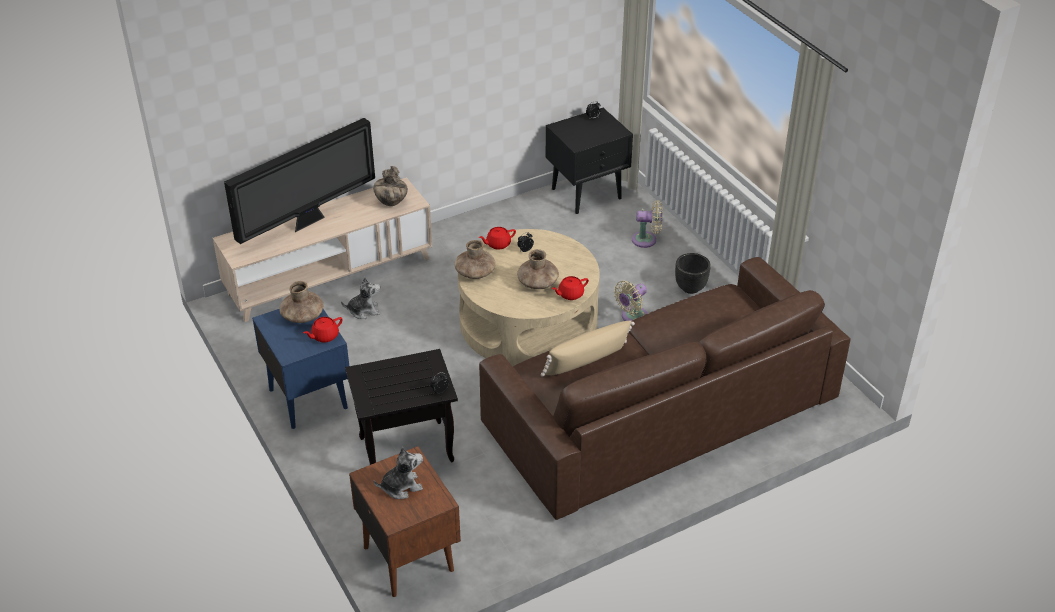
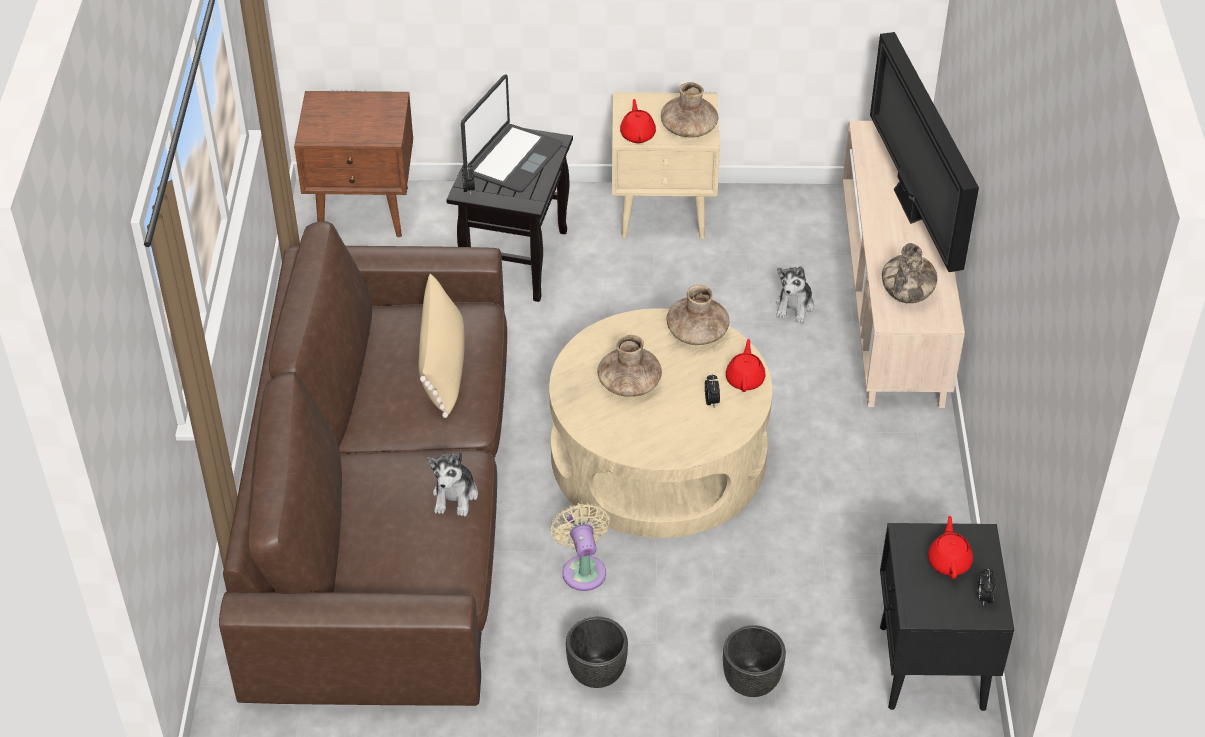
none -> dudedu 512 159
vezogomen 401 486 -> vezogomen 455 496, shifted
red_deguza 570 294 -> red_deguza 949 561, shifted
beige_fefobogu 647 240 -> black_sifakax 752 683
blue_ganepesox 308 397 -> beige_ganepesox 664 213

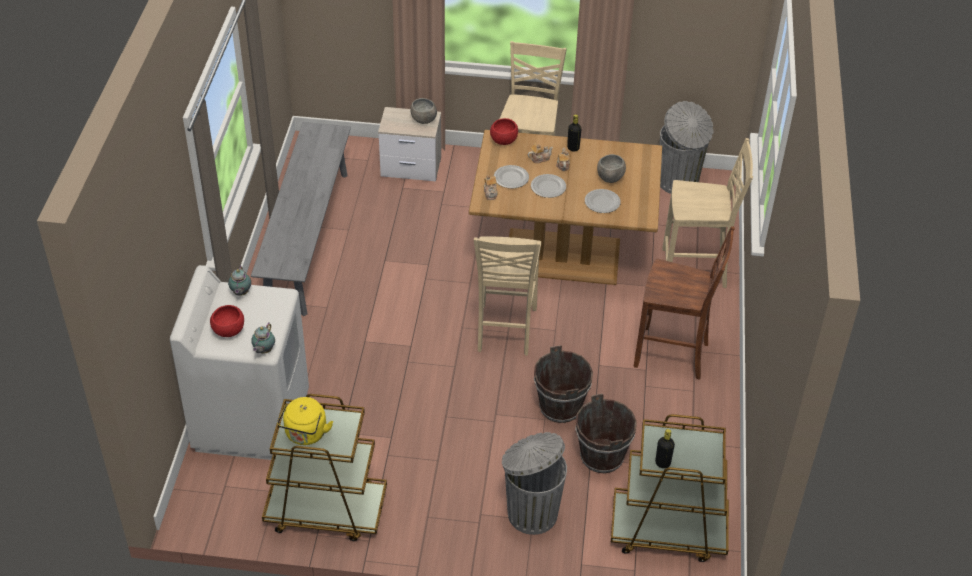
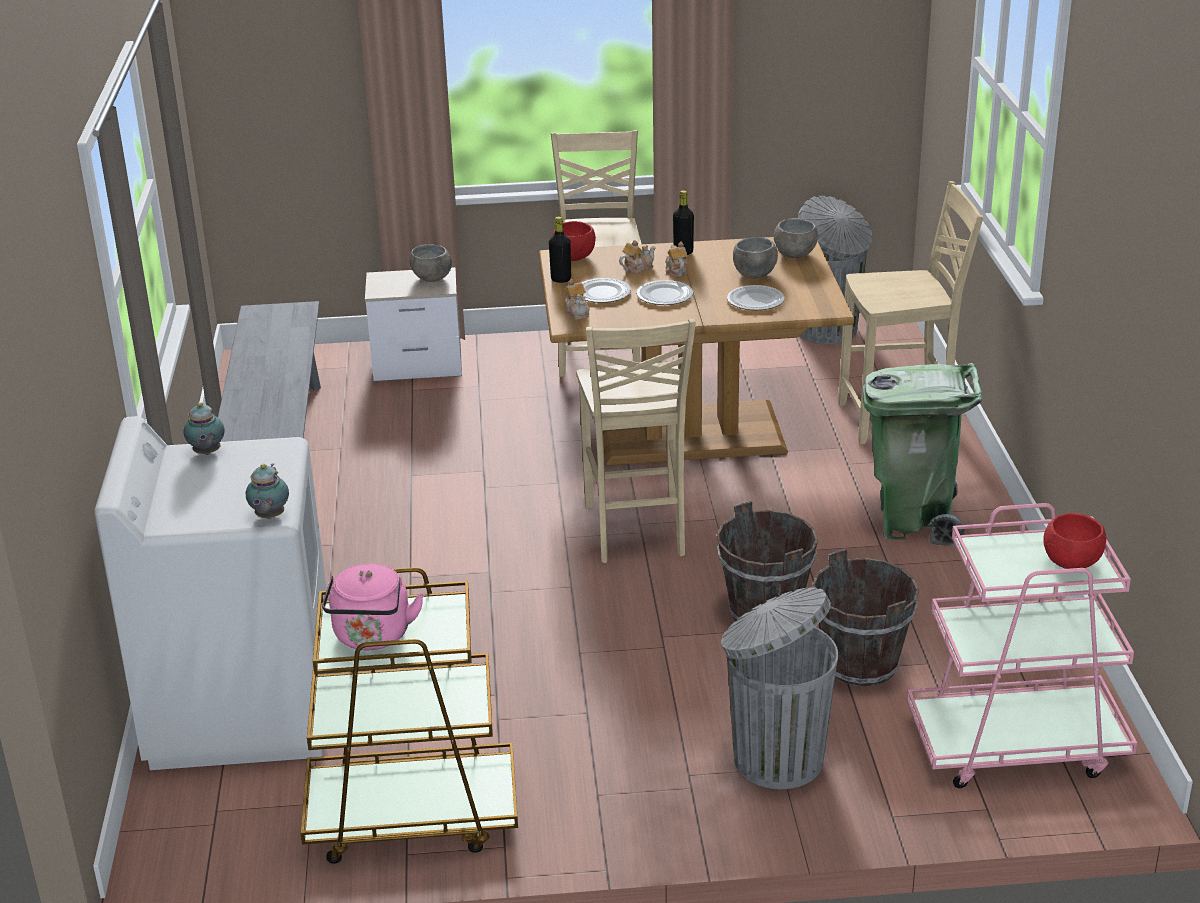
none -> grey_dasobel 795 254
red_dasobel 229 331 -> red_dasobel 1072 563, shifted
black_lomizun 662 463 -> black_lomizun 561 279, shifted
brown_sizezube 673 355 -> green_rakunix 914 521
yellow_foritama 305 435 -> pink_foritama 372 637
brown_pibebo 667 530 -> pink_pibebo 1015 744

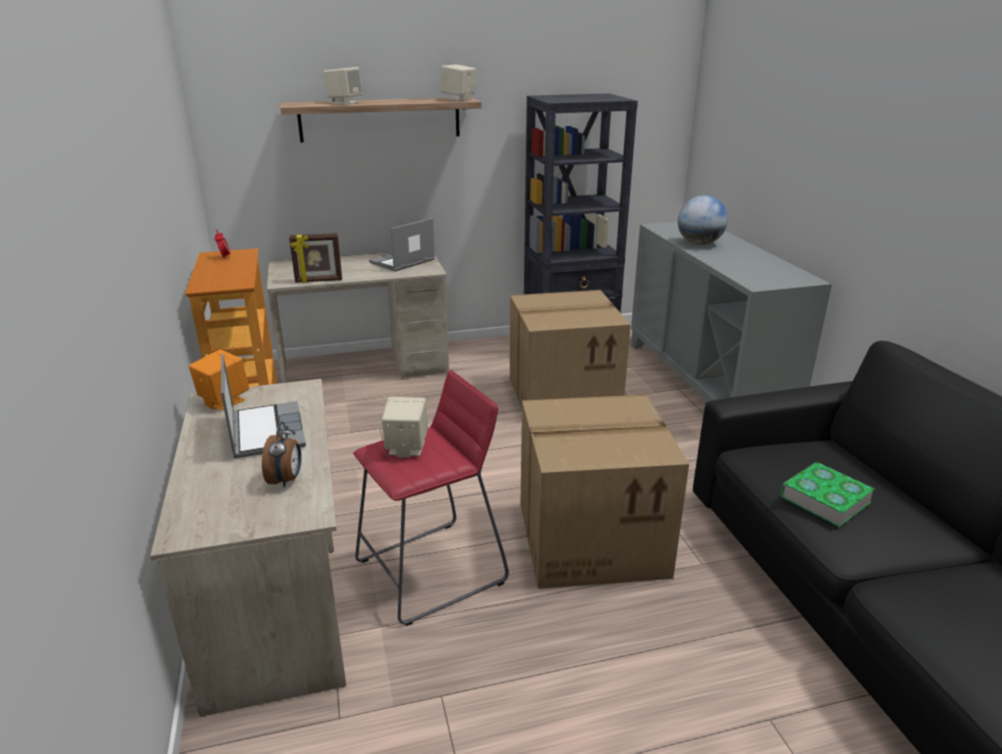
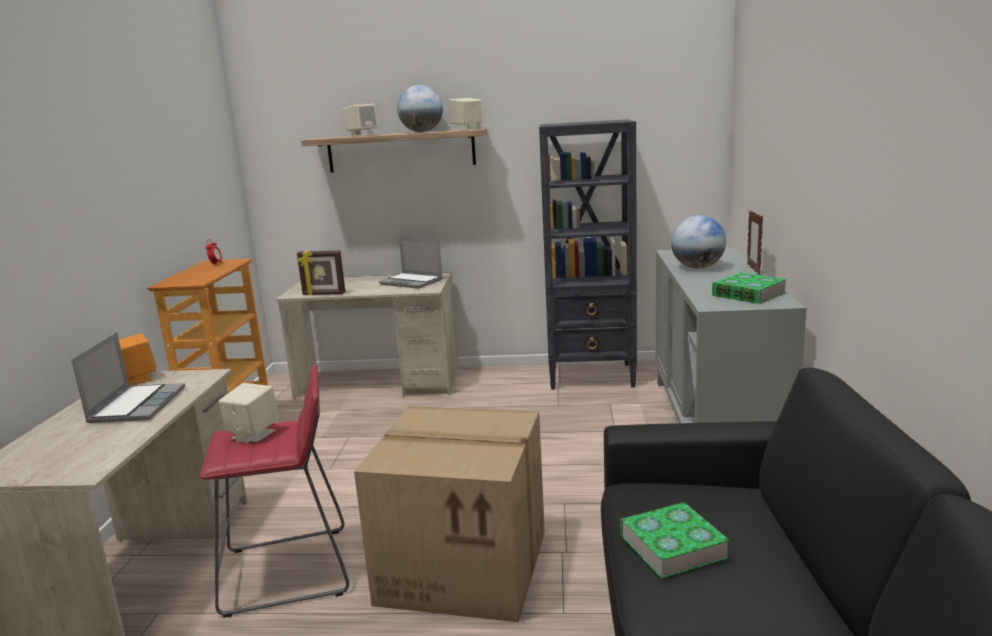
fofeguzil 286 480 -> none
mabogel 564 394 -> none
none -> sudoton 422 132
none -> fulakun 748 294
none -> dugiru 753 269
dudedu 402 262 -> dudedu 412 282, 120 degrees counterclockwise

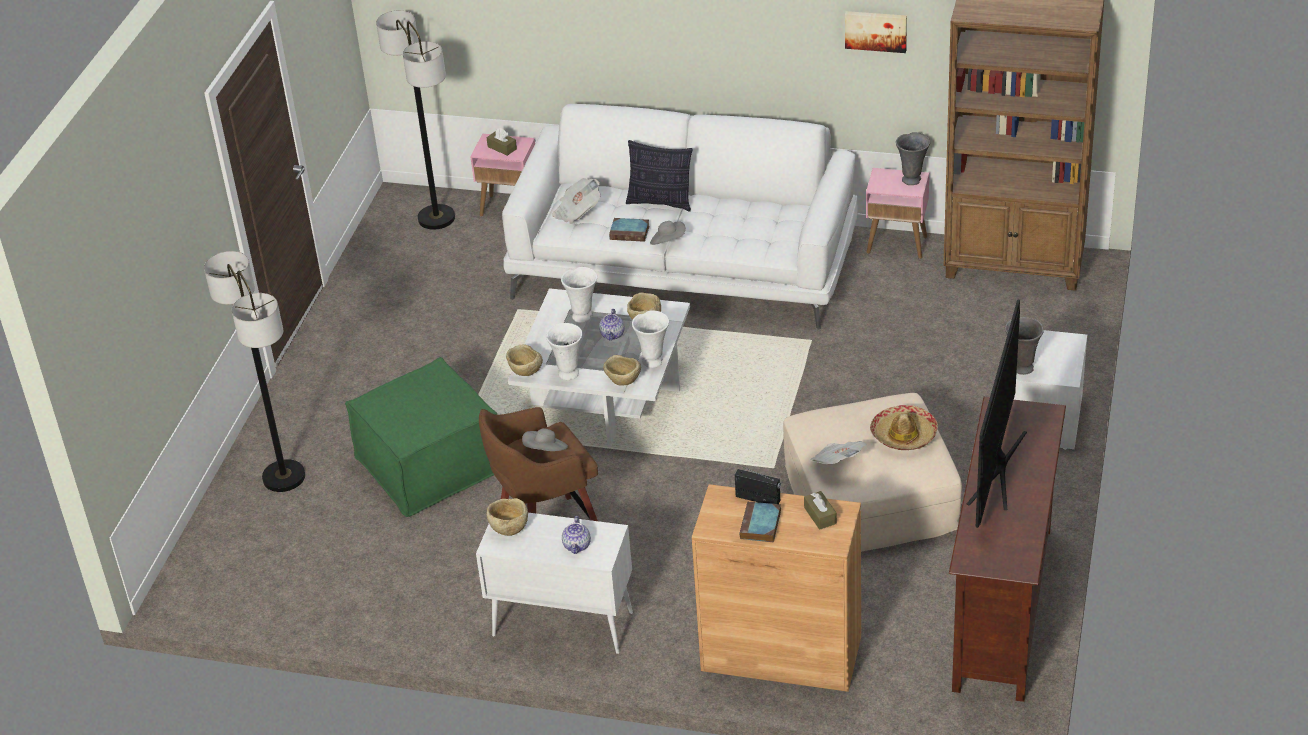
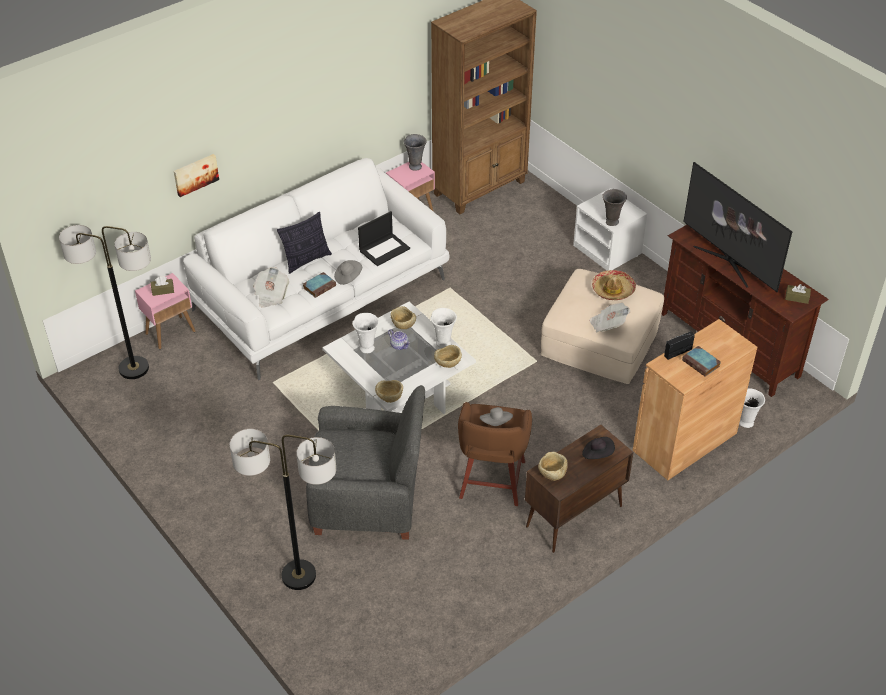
none -> dudedu 384 249
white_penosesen 568 373 -> white_penosesen 745 422, shifted
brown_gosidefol 820 515 -> brown_gosidefol 797 298, shifted
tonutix 876 30 -> tonutix 195 174, shifted
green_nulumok 429 464 -> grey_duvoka 368 499
deguza 577 546 -> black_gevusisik 597 454
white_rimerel 561 624 -> brown_rimerel 573 517

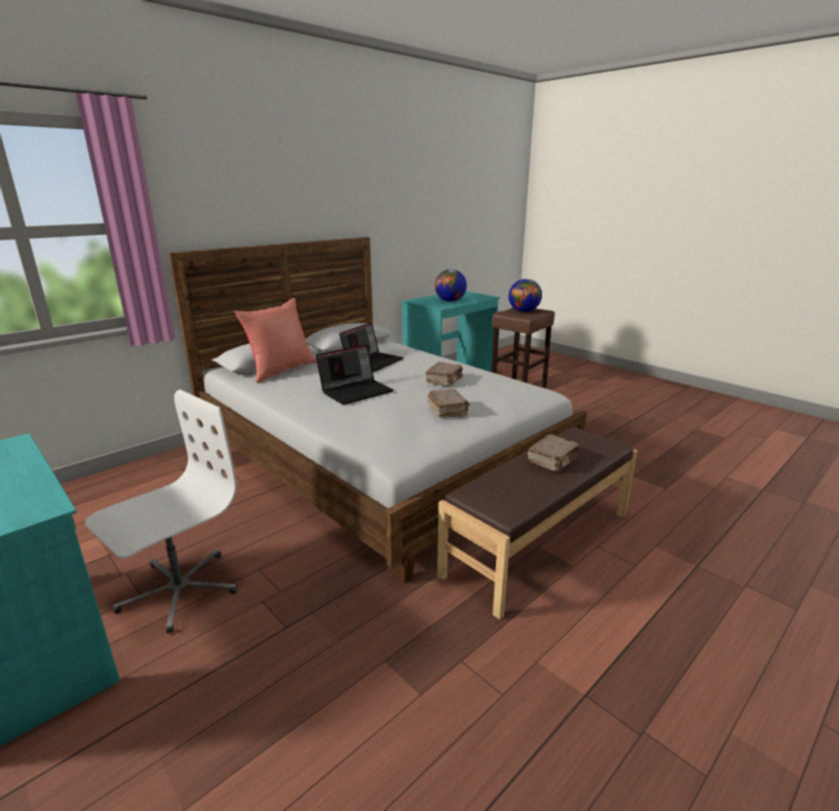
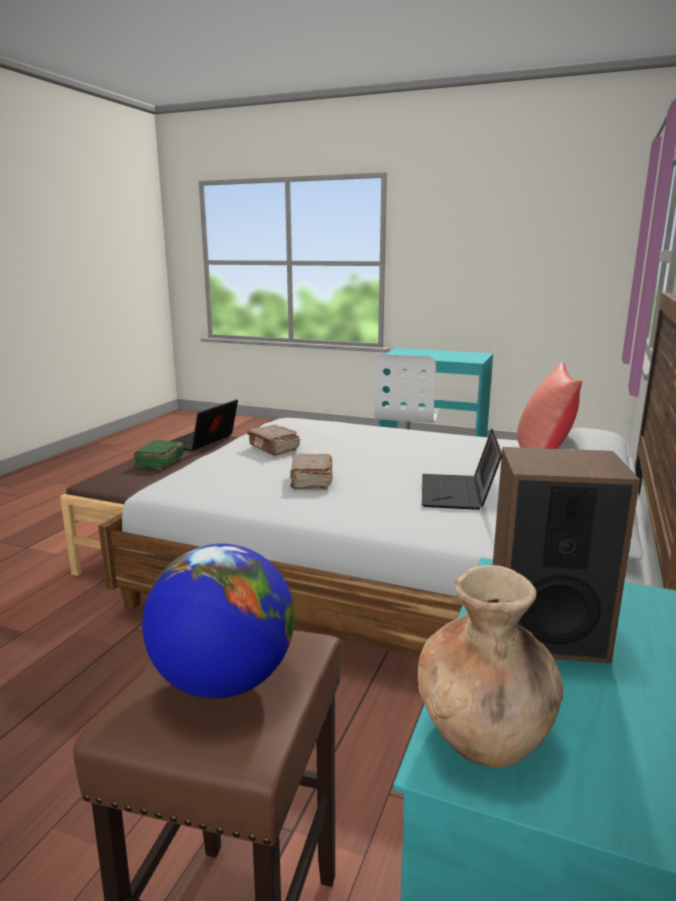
none -> brown_penosesen 484 734
dudedu 356 391 -> dudedu 201 442, shifted
sudoton 450 301 -> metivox 545 633
brown_fulakun 553 461 -> green_fulakun 159 462

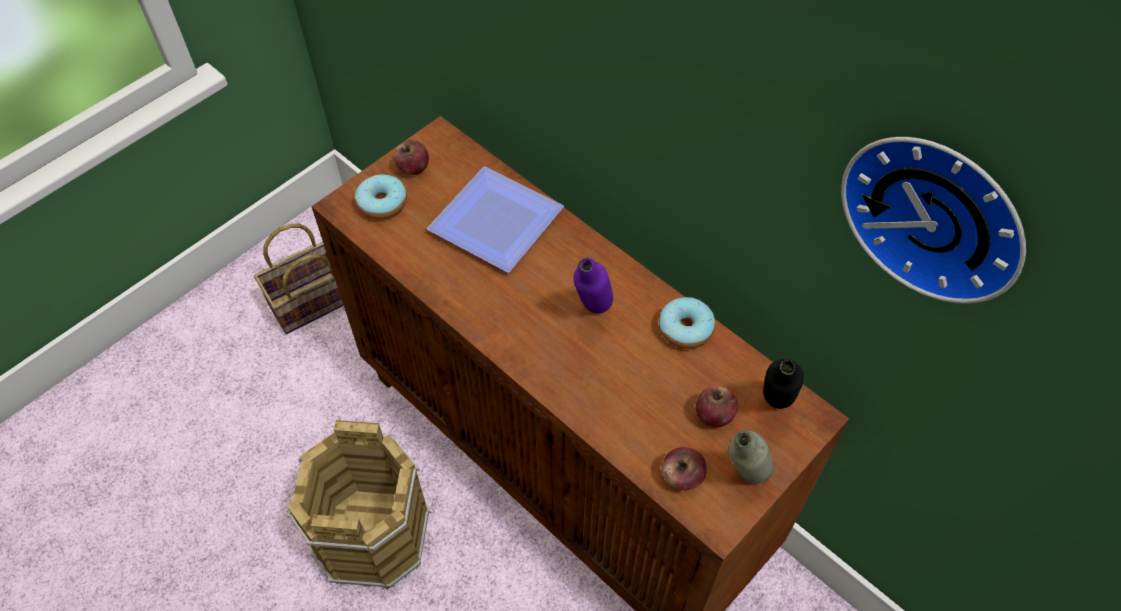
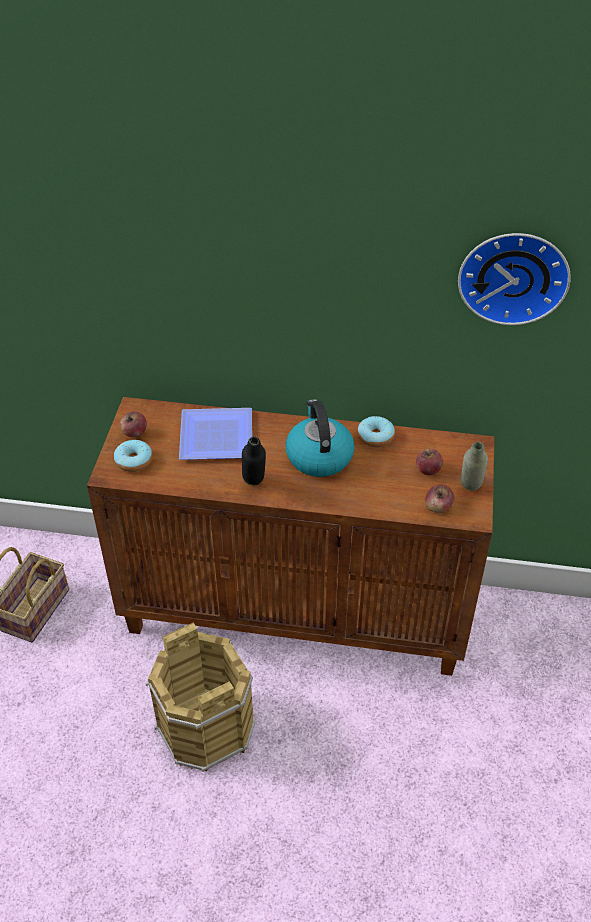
black_lomizun 772 410 -> black_lomizun 254 487, shifted
purple_lomizun 592 315 -> foritama 318 456

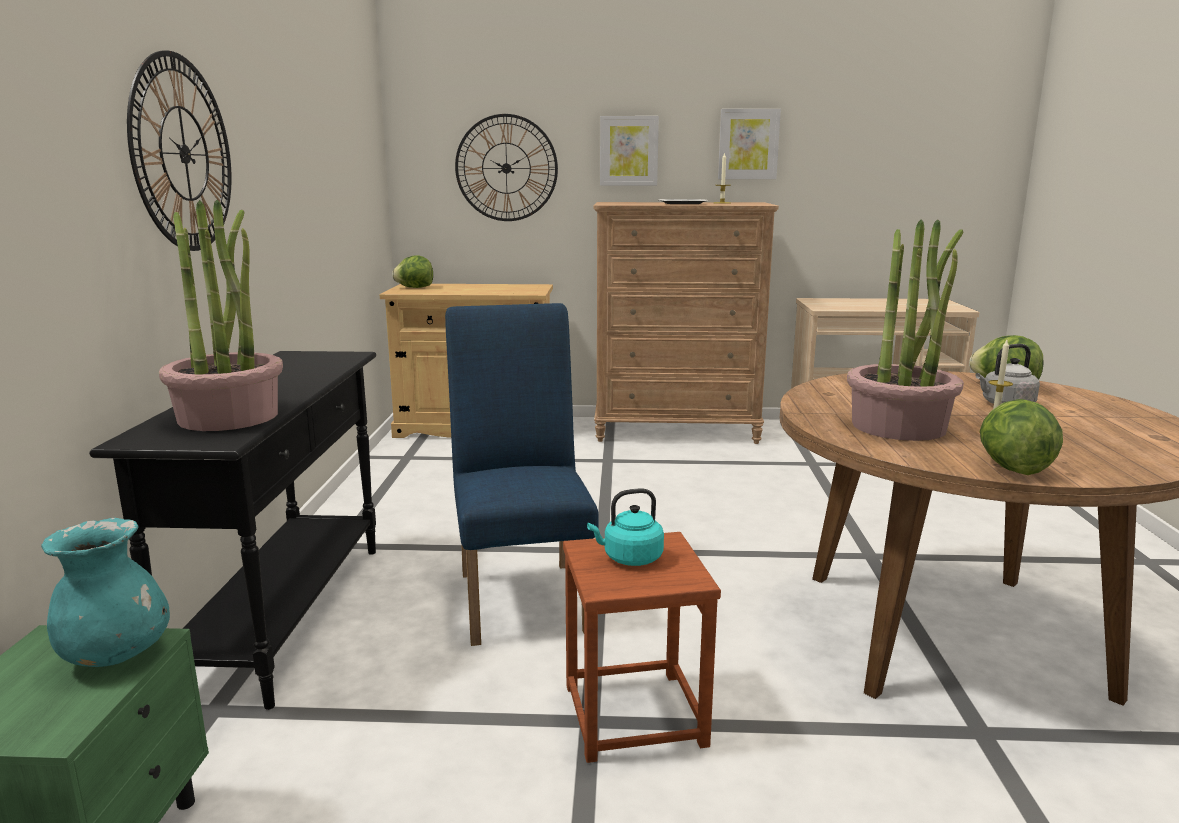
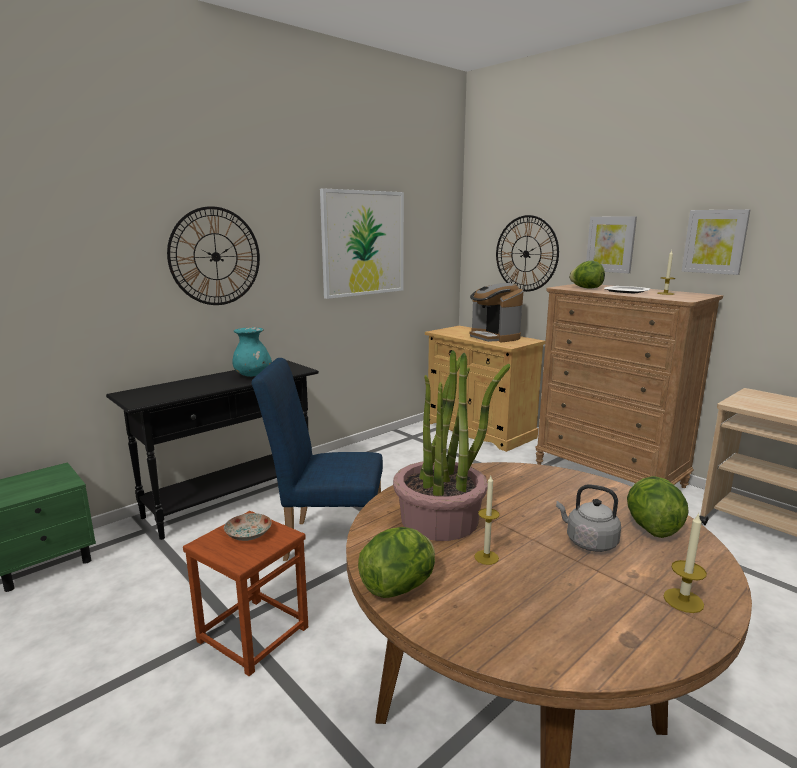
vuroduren 229 416 -> none
none -> tonutix 363 243
none -> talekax 494 337
none -> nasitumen 683 600
turquoise_penosesen 116 655 -> turquoise_penosesen 253 375, shifted
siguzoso 414 287 -> siguzoso 586 288, shifted
turquoise_foritama 629 558 -> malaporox 248 535
blue_sizezube 523 594 -> blue_sizezube 326 540, 120 degrees counterclockwise

